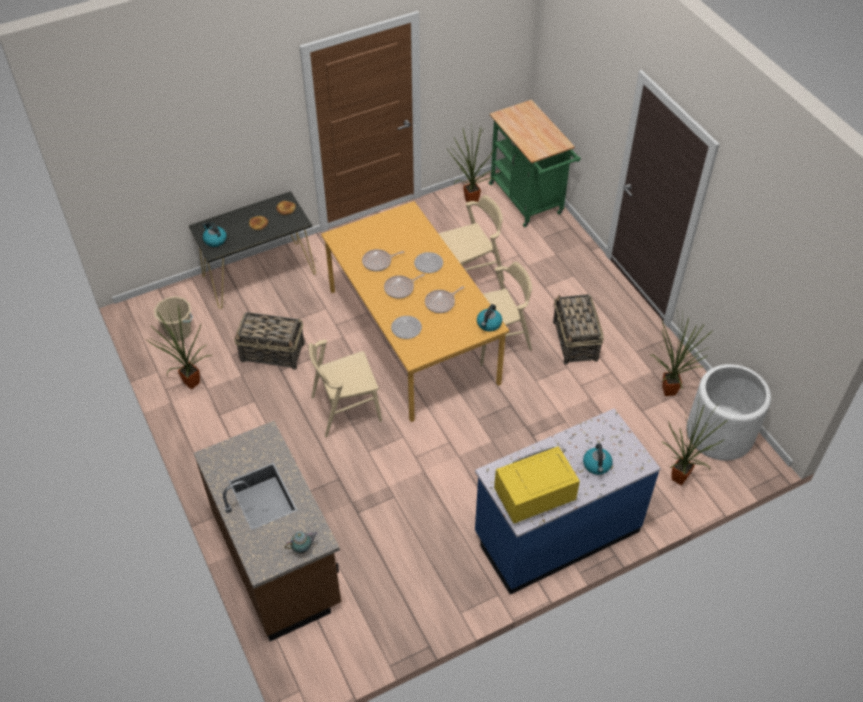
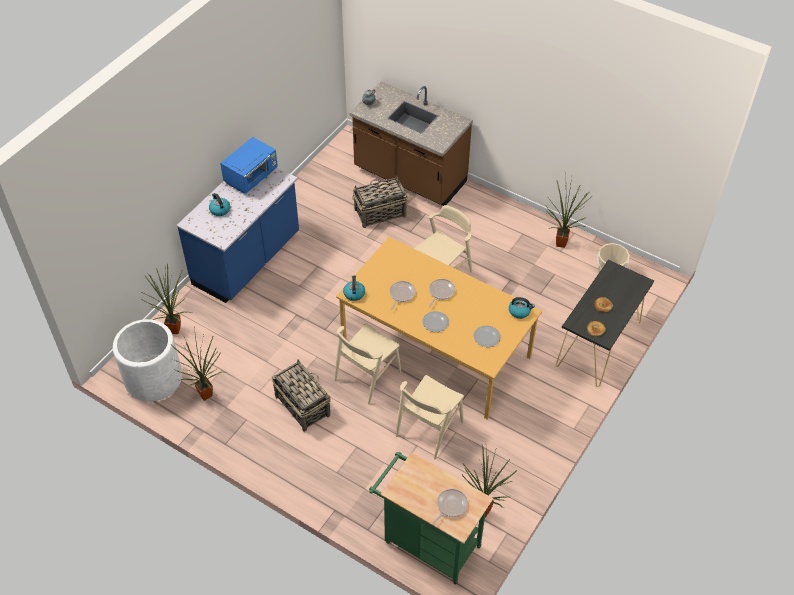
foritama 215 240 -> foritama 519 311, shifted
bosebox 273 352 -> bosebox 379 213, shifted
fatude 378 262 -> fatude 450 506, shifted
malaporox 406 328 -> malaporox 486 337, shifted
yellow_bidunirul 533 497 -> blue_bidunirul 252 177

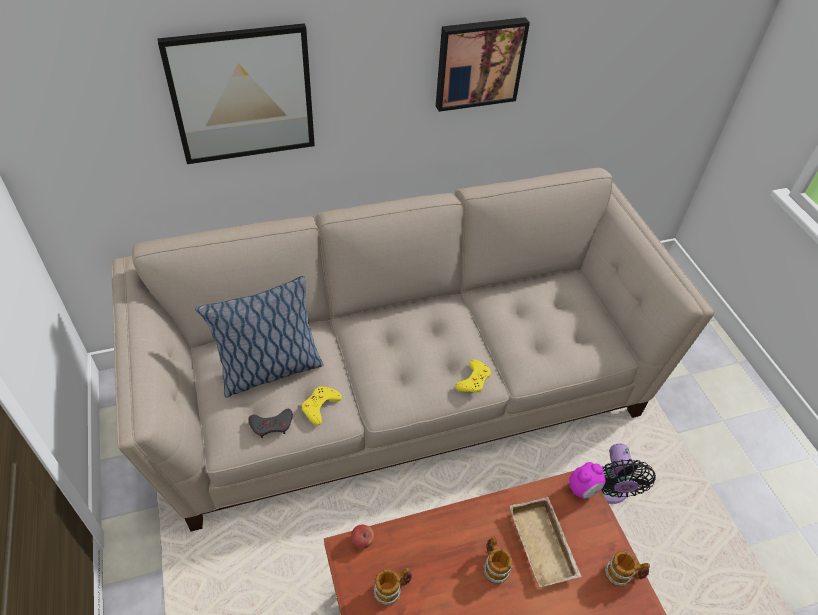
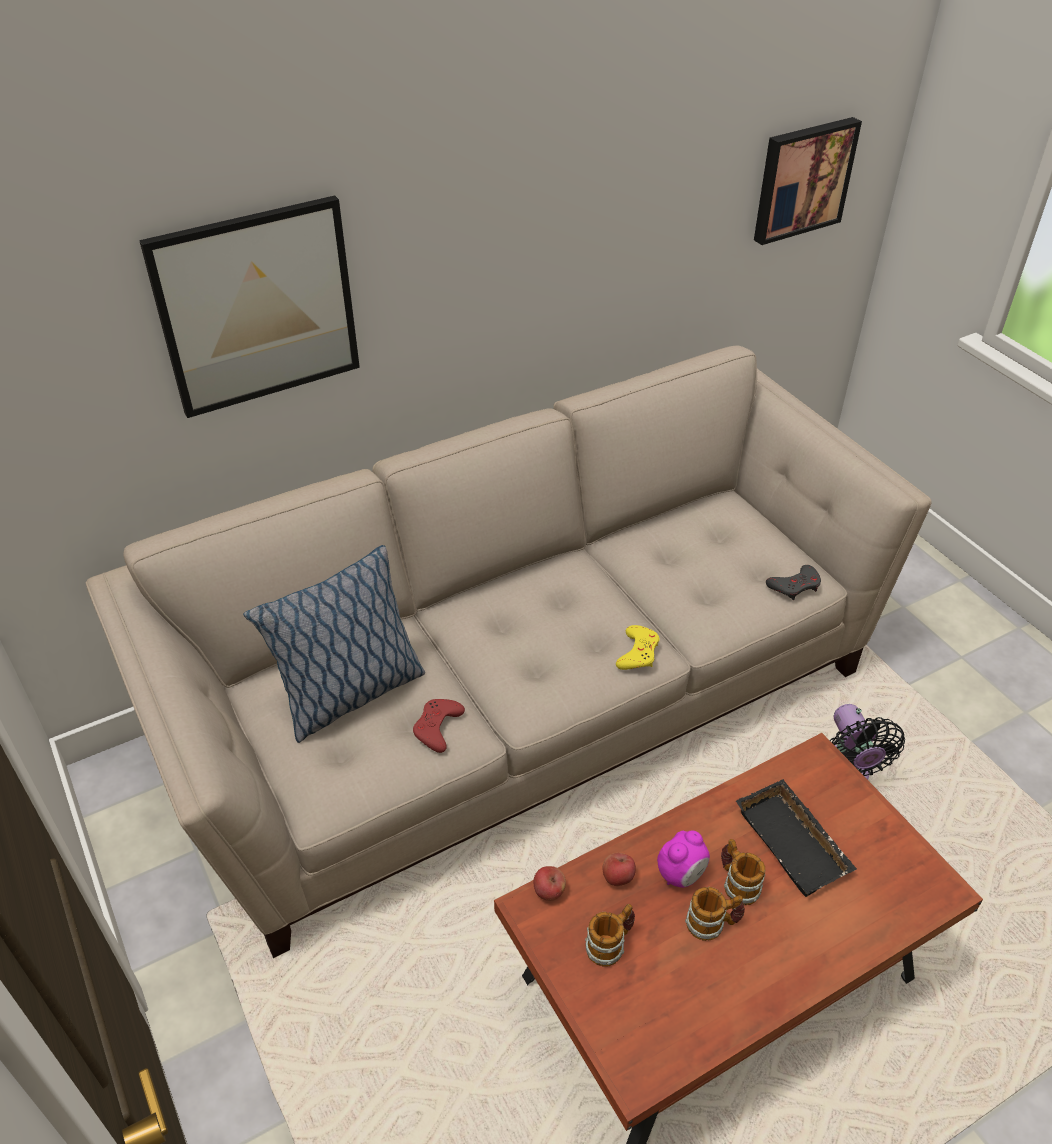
none -> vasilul 617 877
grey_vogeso 272 425 -> grey_vogeso 795 586, shifted
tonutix 479 63 -> tonutix 802 179, shifted
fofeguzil 583 489 -> fofeguzil 681 874, shifted
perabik 623 575 -> perabik 712 924, shifted
yellow_vogeso 320 406 -> red_vogeso 437 727
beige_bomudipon 544 545 -> black_bomudipon 795 843

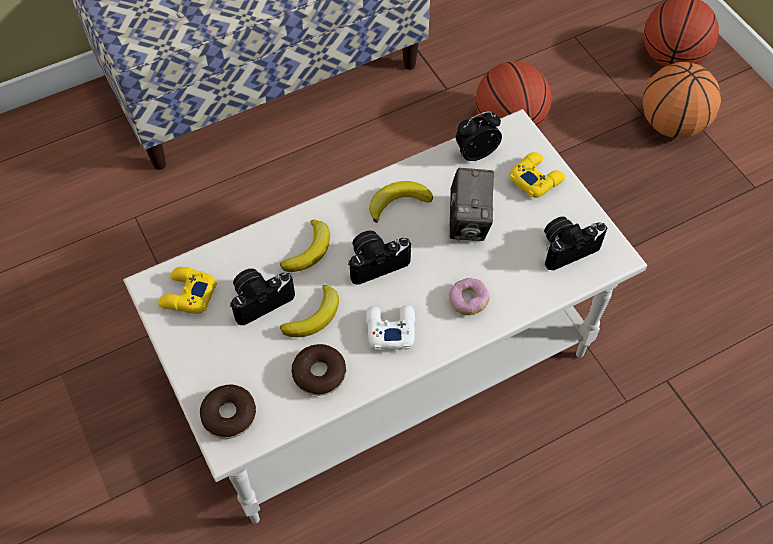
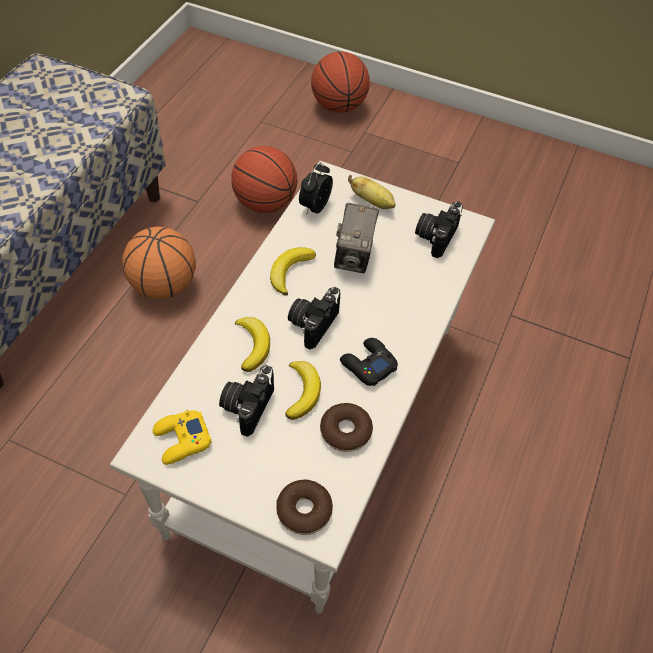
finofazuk 468 301 -> none
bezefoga 671 125 -> bezefoga 164 286, shifted
yellow_vogeso 535 178 -> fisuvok 372 202
white_vogeso 390 329 -> black_vogeso 368 365
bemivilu 468 222 -> bemivilu 354 257, 45 degrees clockwise

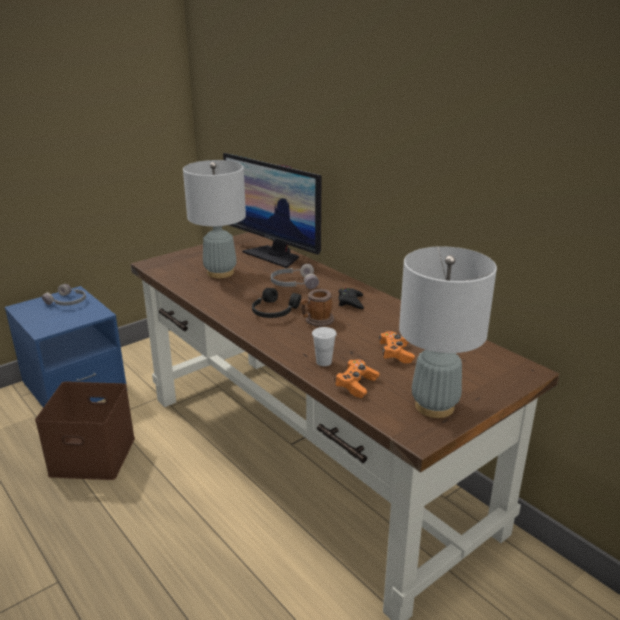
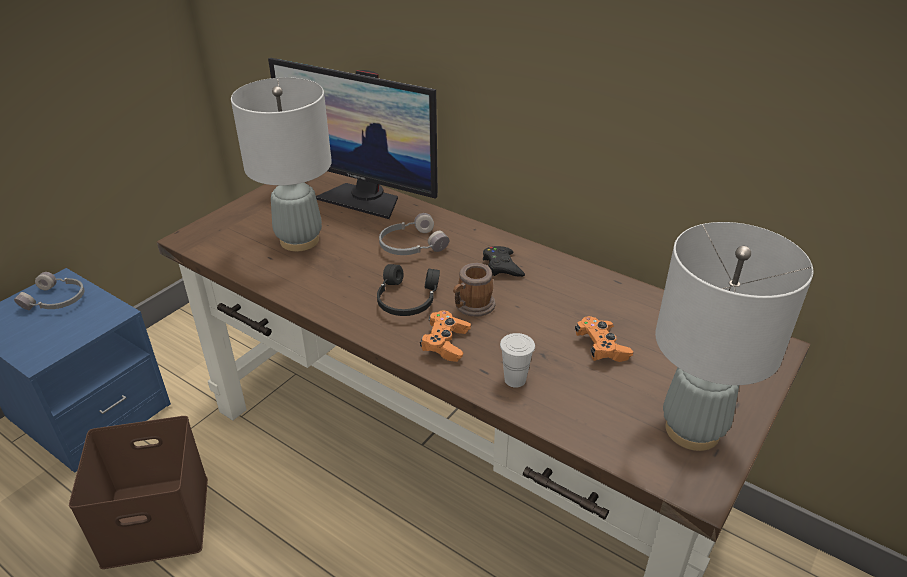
orange_vogeso 356 385 -> orange_vogeso 445 343, shifted

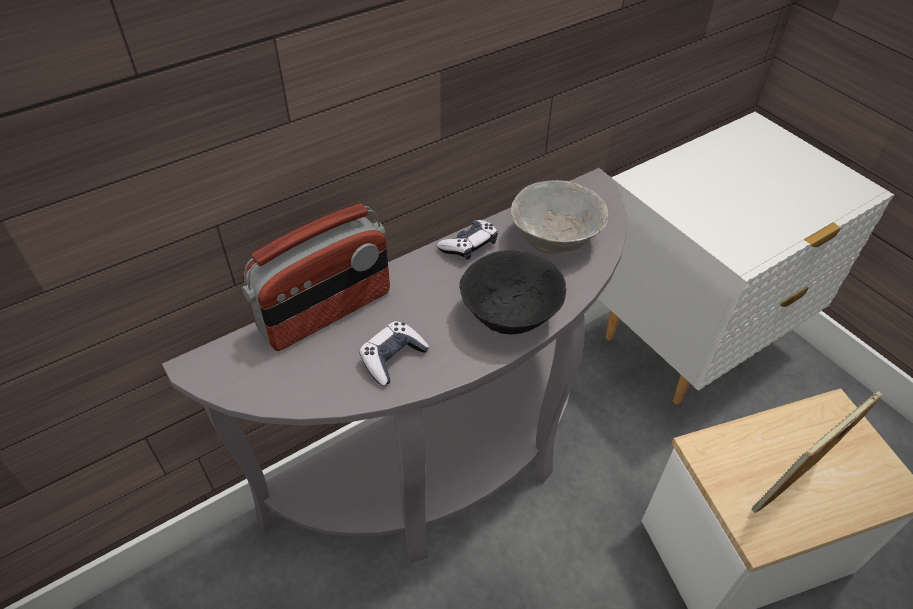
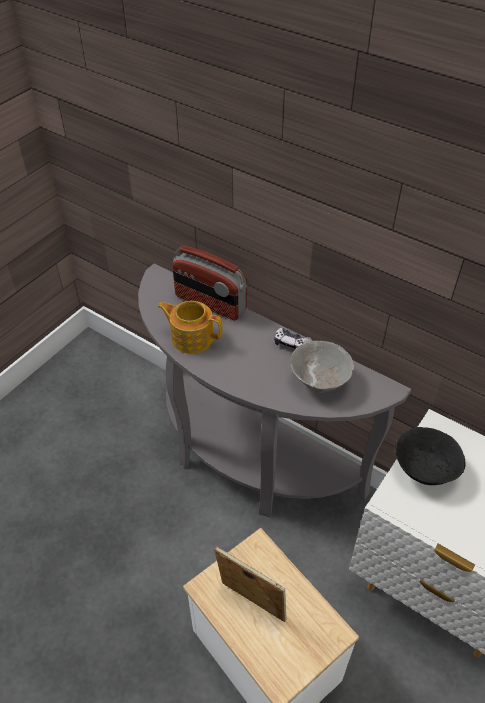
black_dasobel 509 317 -> black_dasobel 423 470, shifted
vogeso 392 358 -> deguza 191 337

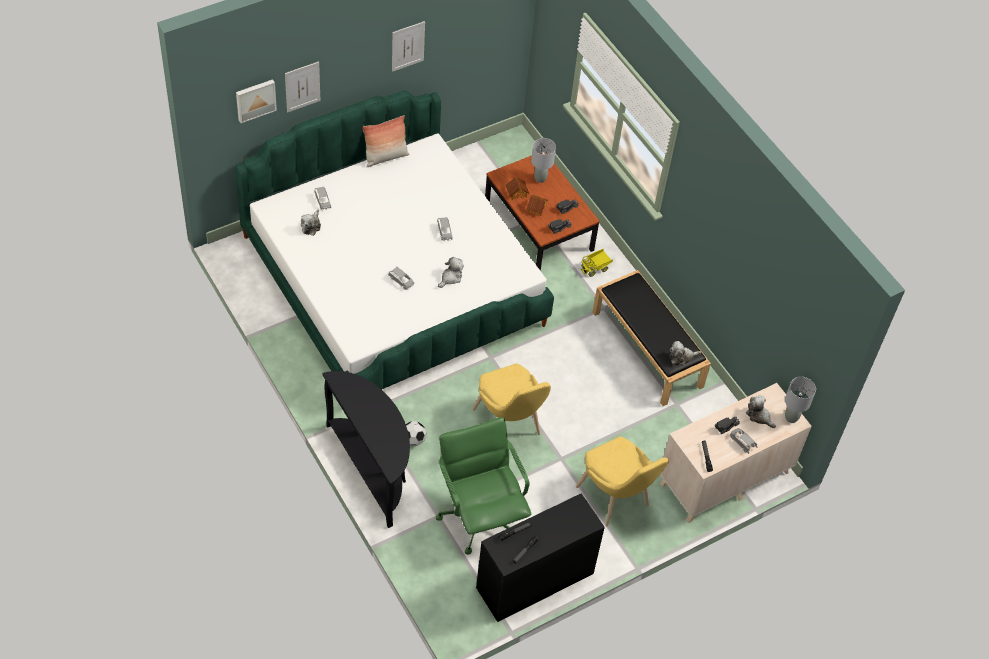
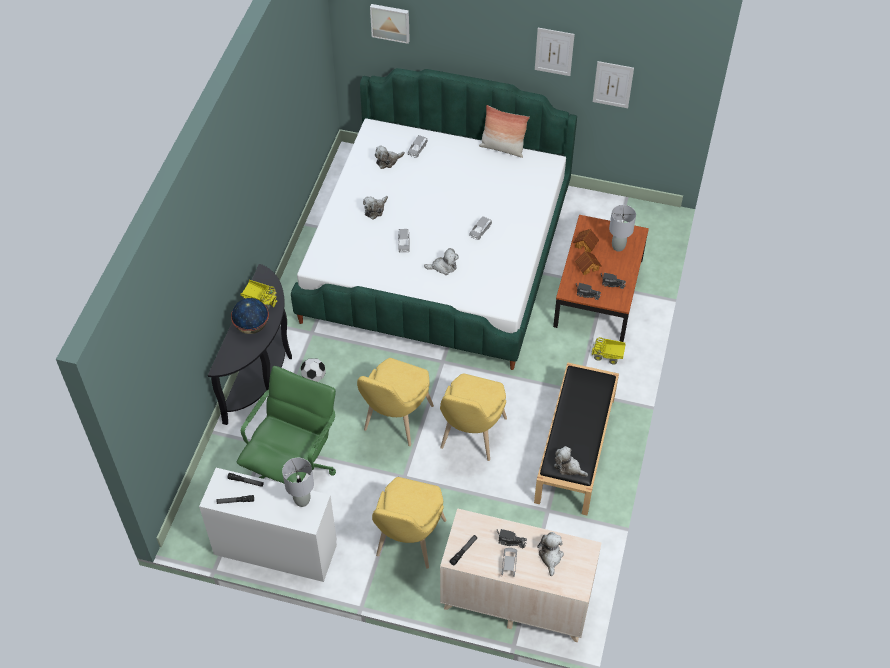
none -> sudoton 252 327
none -> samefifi 260 300
none -> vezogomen 375 210
none -> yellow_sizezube 470 437
tonutix 302 86 -> tonutix 613 84, shifted
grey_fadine 791 417 -> grey_fadine 302 500, shifted
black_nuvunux 535 581 -> white_nuvunux 275 549

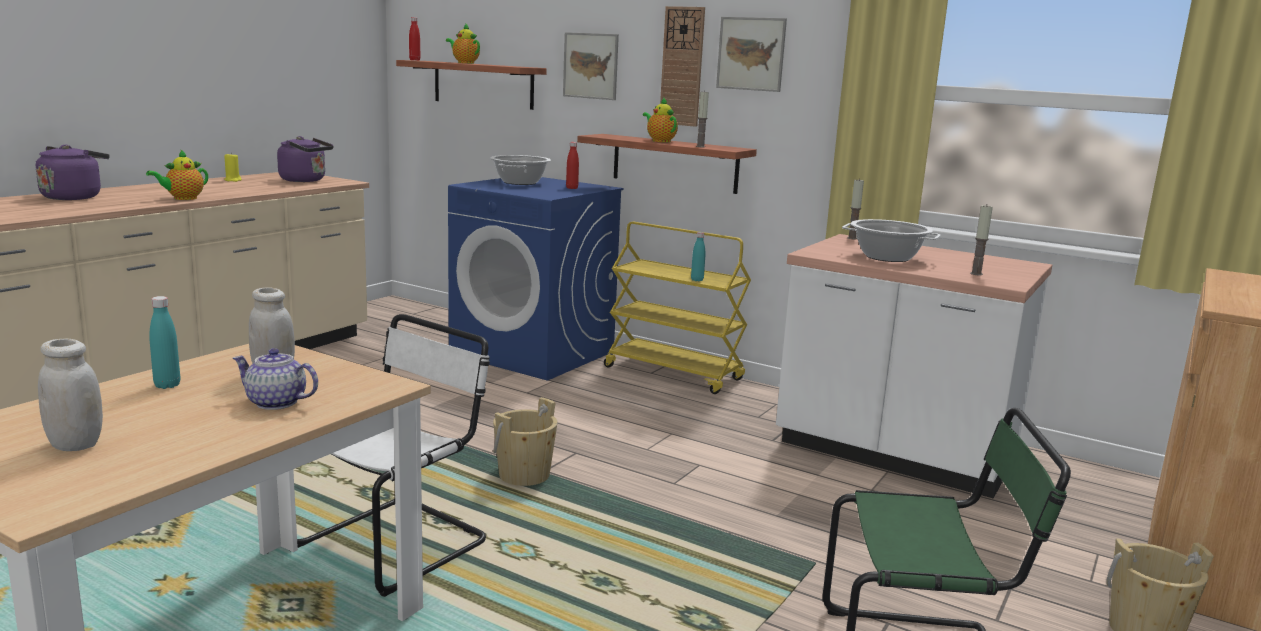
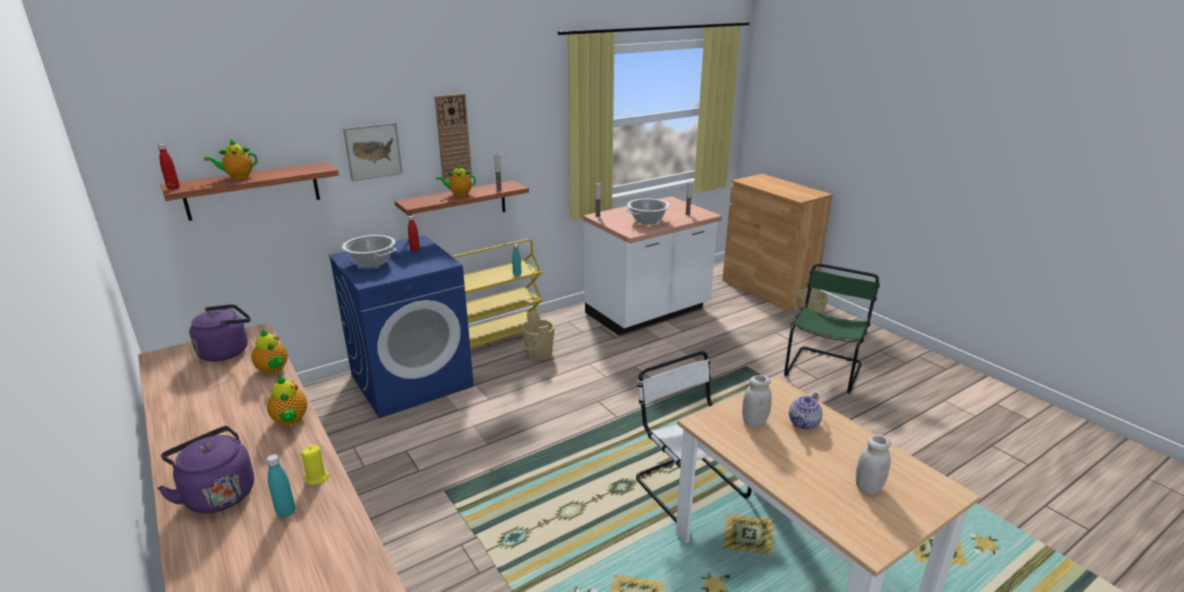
tonutix 751 54 -> none
none -> deguza 273 370
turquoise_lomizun 167 385 -> turquoise_lomizun 286 512, shifted
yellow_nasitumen 233 180 -> yellow_nasitumen 317 477, shifted
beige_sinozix 524 476 -> beige_sinozix 539 353, shifted

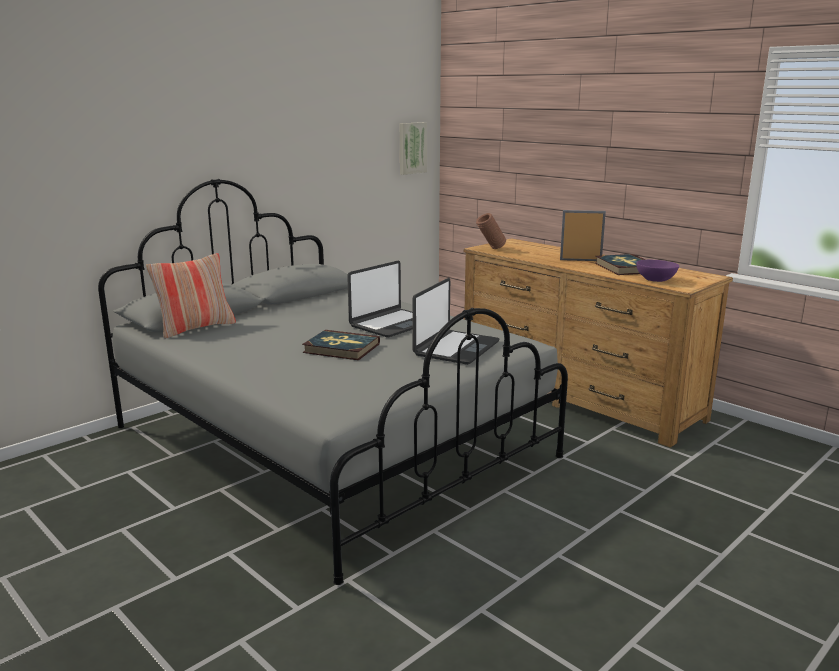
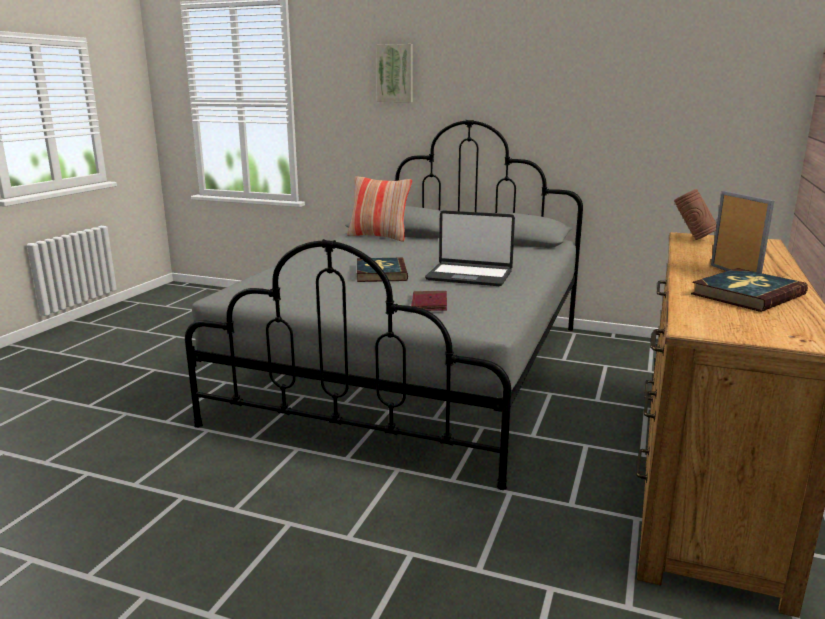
purple_dasobel 655 280 -> none
tonutix 411 148 -> tonutix 395 73, shifted
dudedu 455 348 -> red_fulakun 429 304

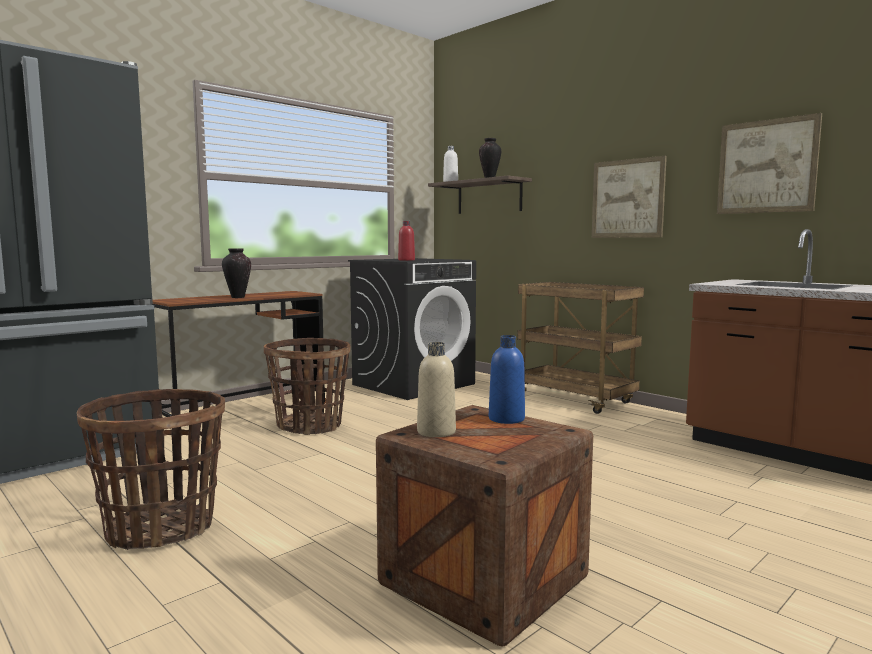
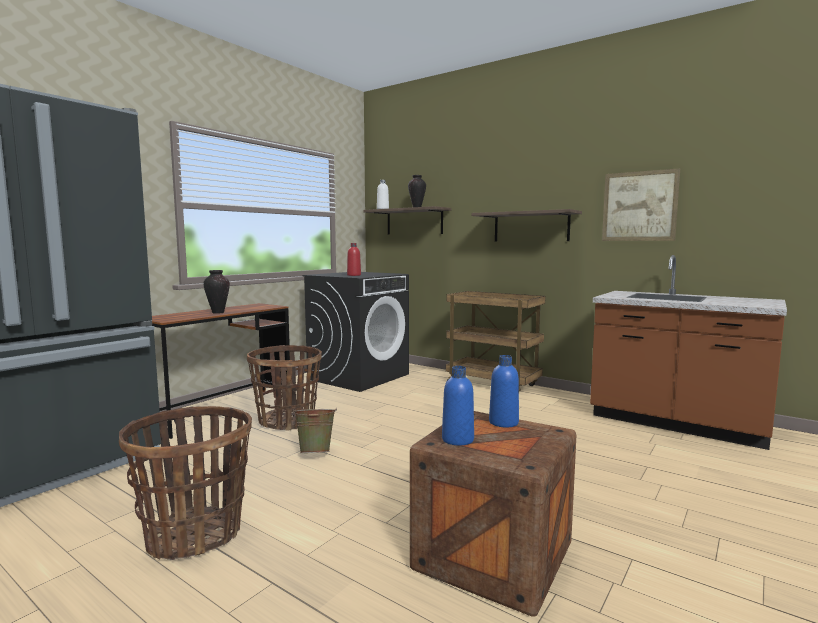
none -> green_sinozix 316 453
tonutix 627 198 -> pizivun 531 227
beige_lomizun 436 432 -> blue_lomizun 457 439

